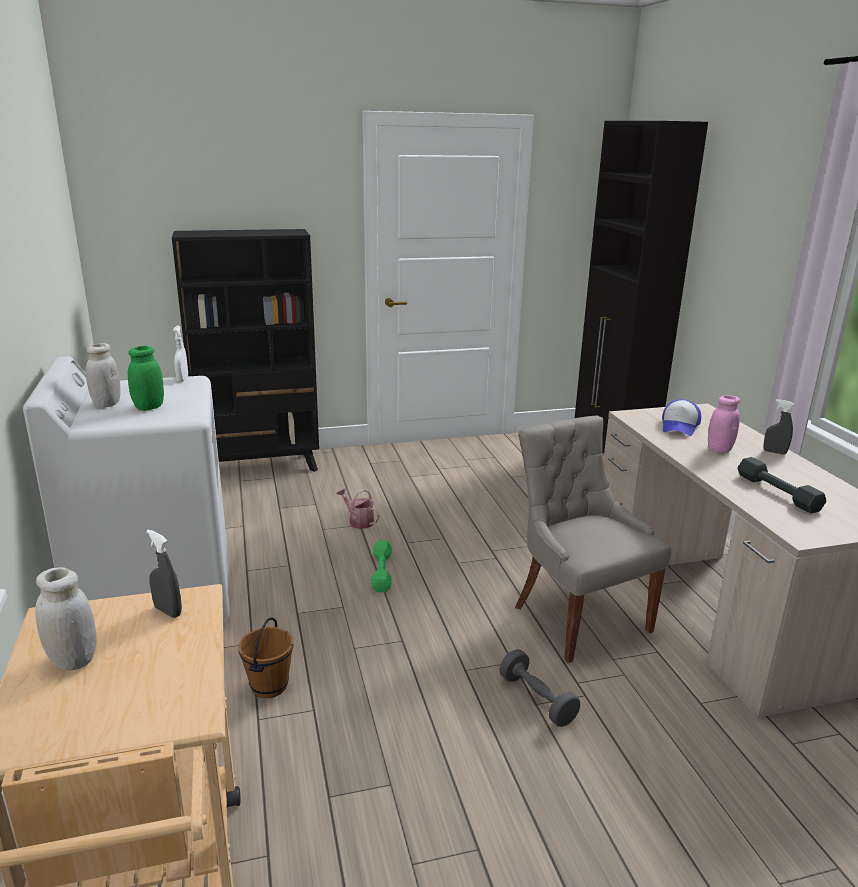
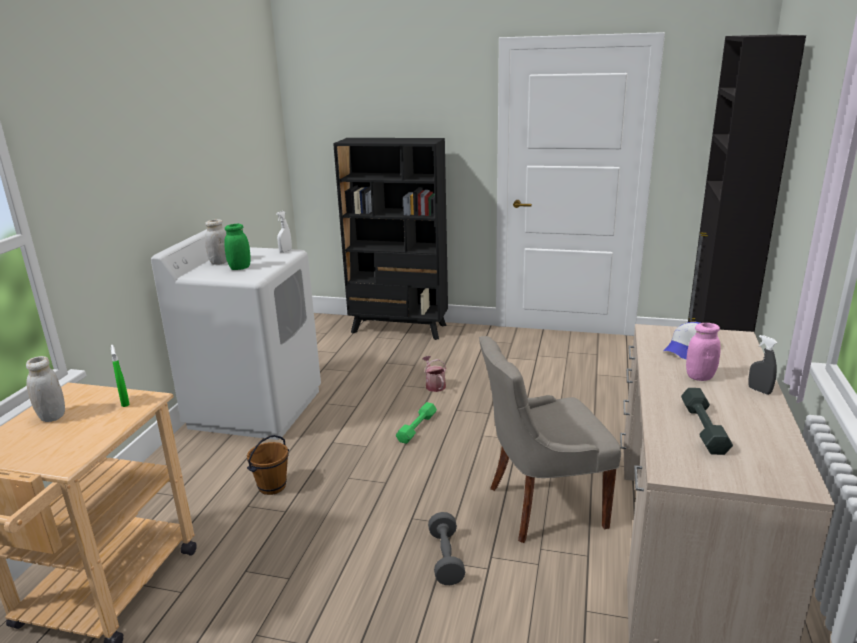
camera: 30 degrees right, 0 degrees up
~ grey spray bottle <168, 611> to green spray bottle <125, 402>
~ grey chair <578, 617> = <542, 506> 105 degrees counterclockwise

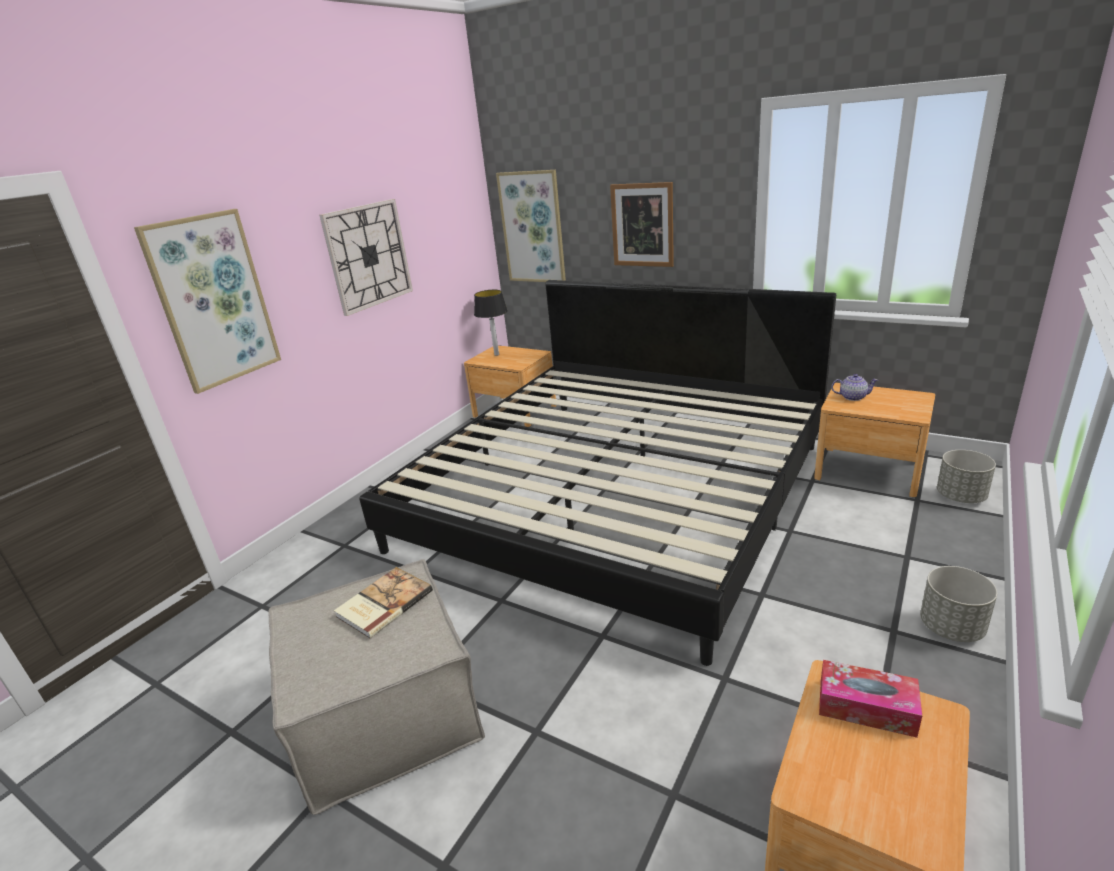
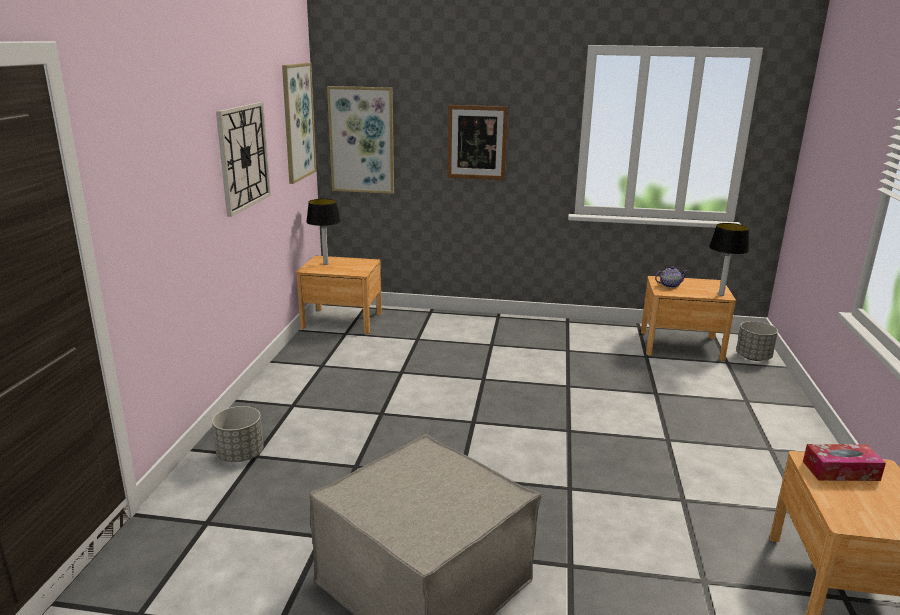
camera: 25 degrees left, 5 degrees down
- book <383, 603>
- bed <614, 495>
+ table lamp <720, 294>
~ picture <213, 300> to <297, 122>
~ grey planter <951, 627> to <240, 455>

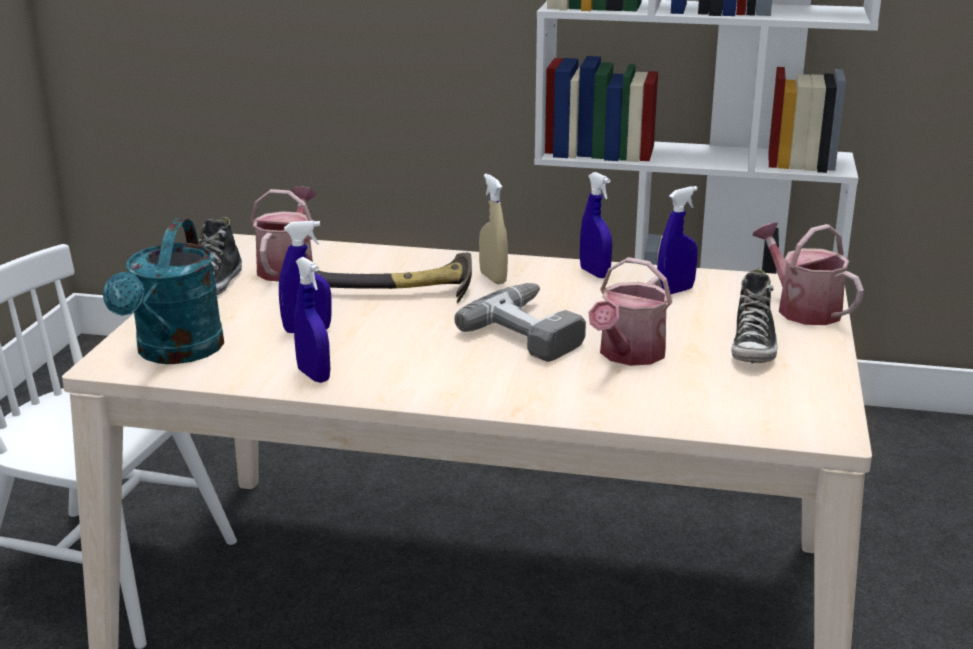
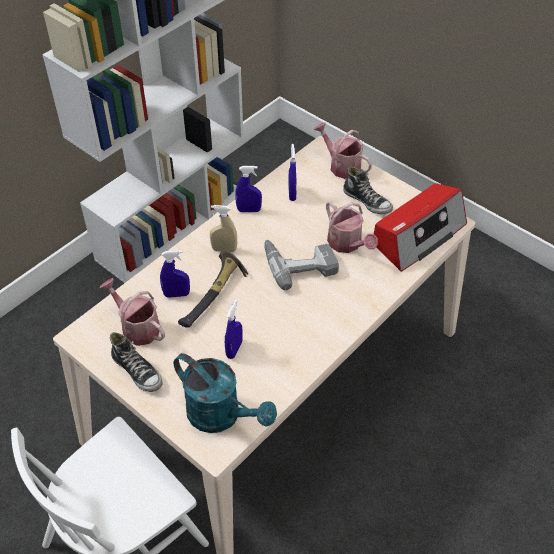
camera: 60 degrees left, 25 degrees up
+ radio <418, 235>
~ blue spray bottle <313, 375> to <176, 294>
~ watering can <802, 309> = <341, 165> 45 degrees clockwise

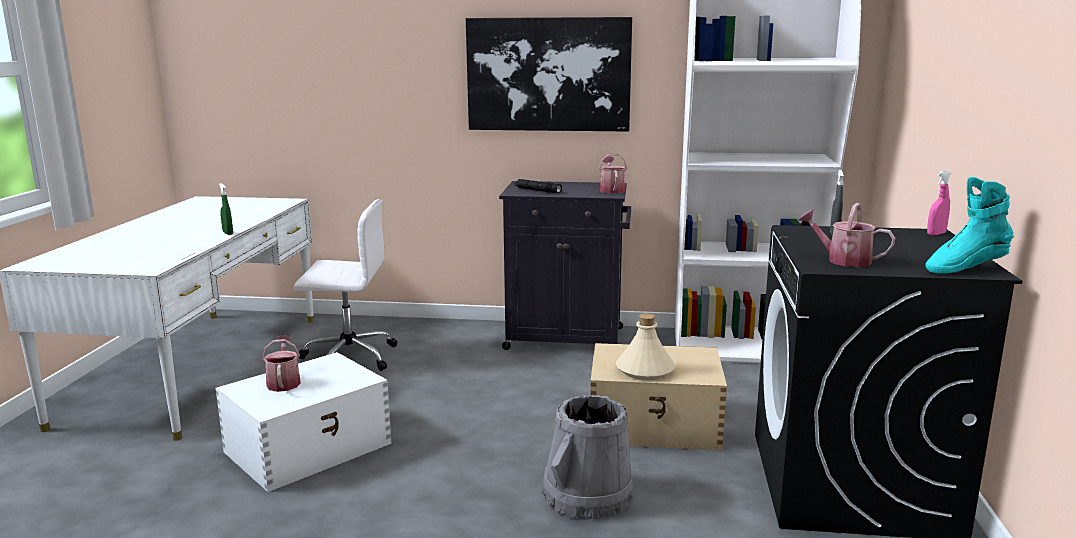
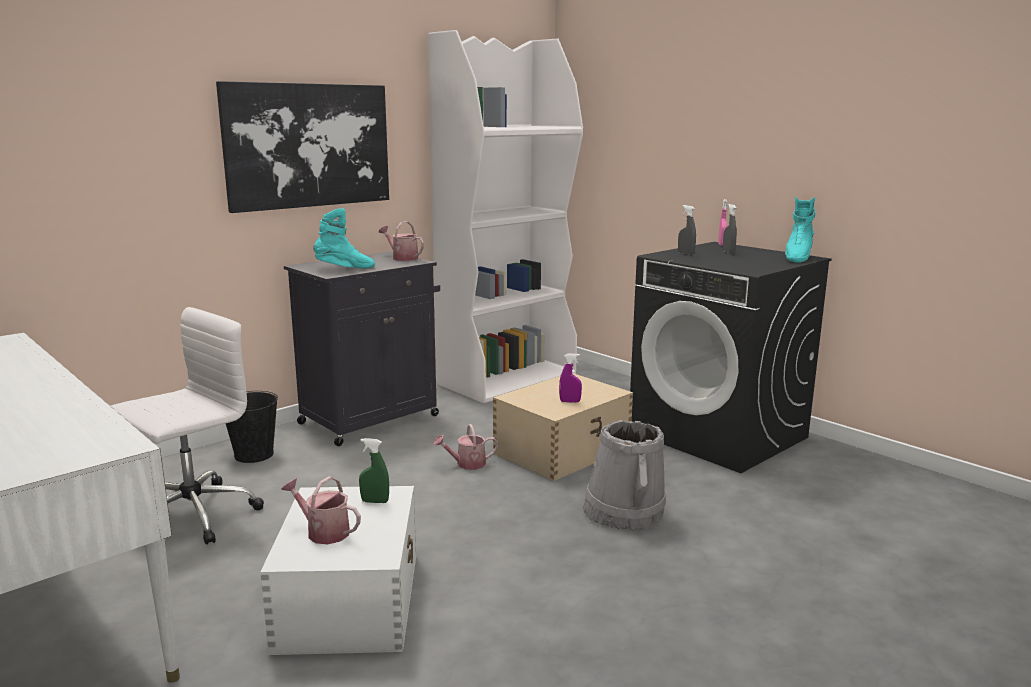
camera: 50 degrees left, 0 degrees up
+ black bucket <254, 455>
+ grey spray bottle <728, 252>
~ green spray bottle <228, 233> to <375, 501>
~ watering can <842, 260> to <467, 464>
~ black flashlight <538, 190> to turquoise boot <345, 269>
~ beige bottle <645, 370> to purple spray bottle <570, 401>

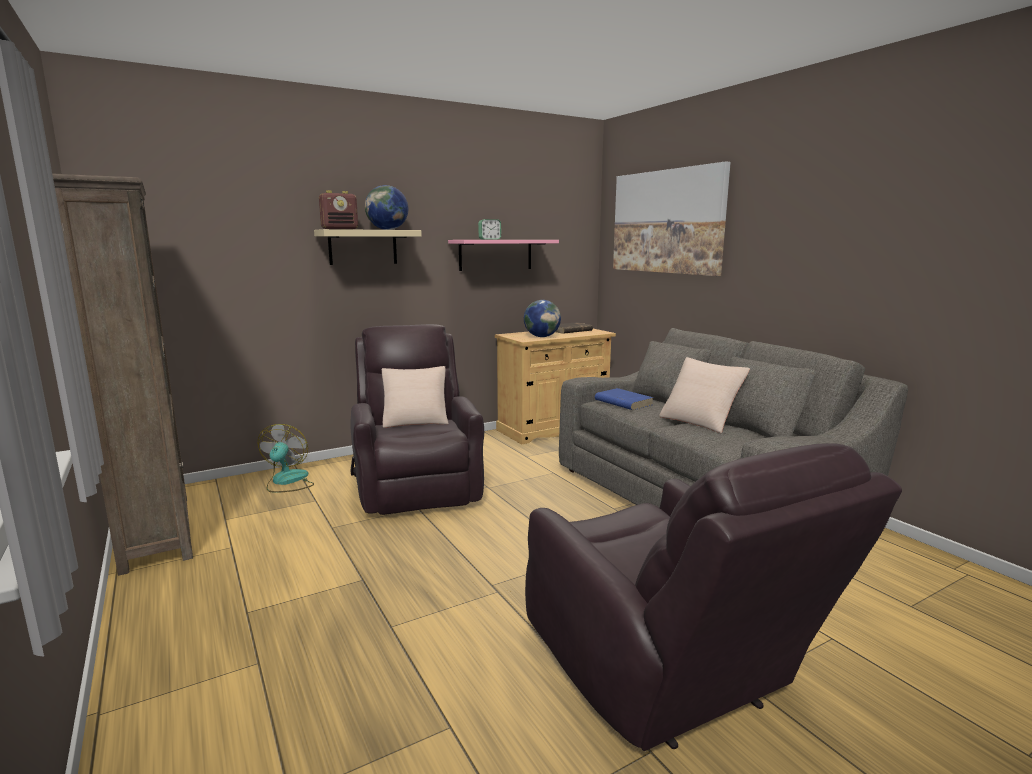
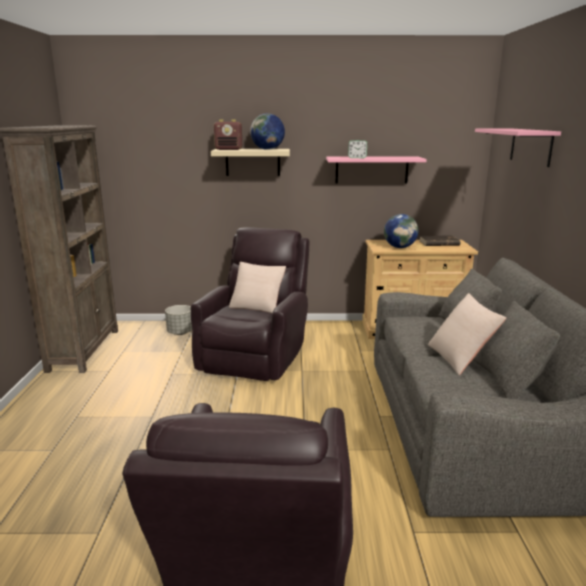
camera: 30 degrees right, 5 degrees up
- blue book <623, 402>
~ fan <287, 482> to grey planter <180, 332>
~ picture <667, 222> to pink shelf <530, 146>

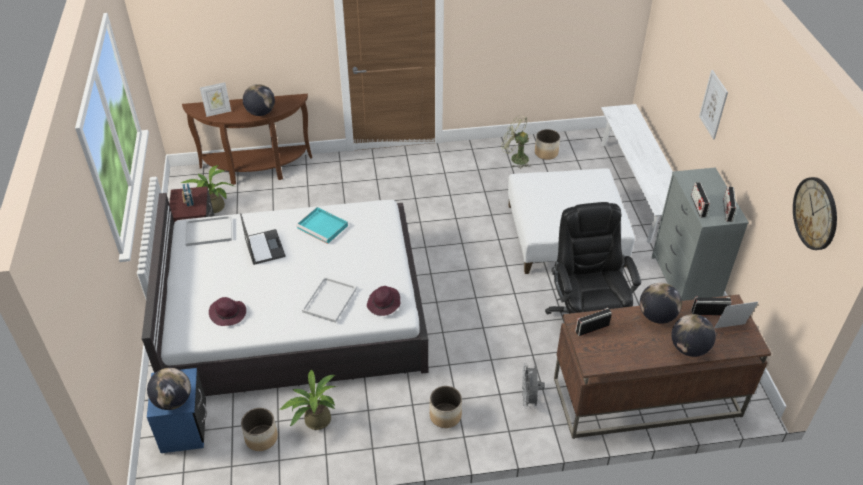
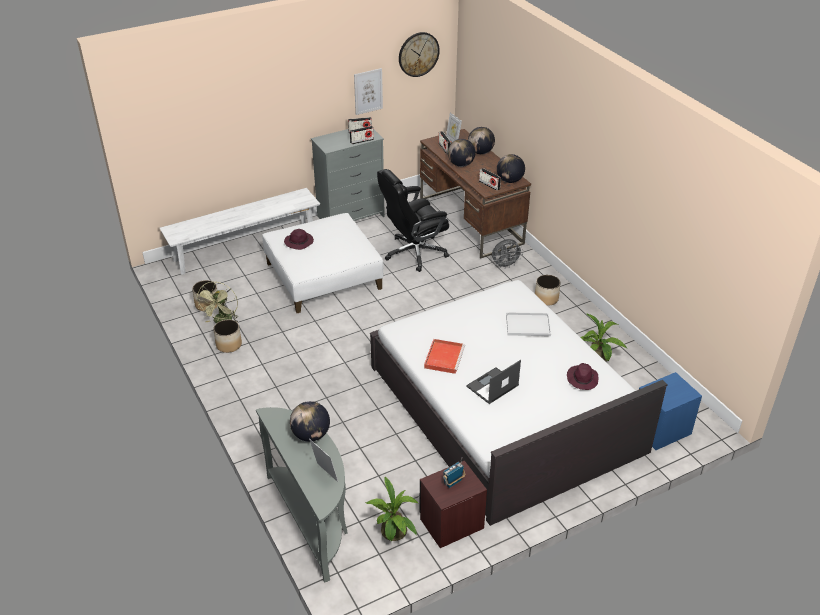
camera: 110 degrees left, 5 degrees down
- white tray <208, 232>
~ globe <173, 401> to <509, 180>
~ planter <261, 438> to <229, 345>
~ purple hat <384, 303> to <299, 242>
~ picture <713, 104> to <368, 91>
~ brown console table <256, 170> to grey console table <313, 520>
~ turquoise tray <323, 227> to red tray <444, 357>

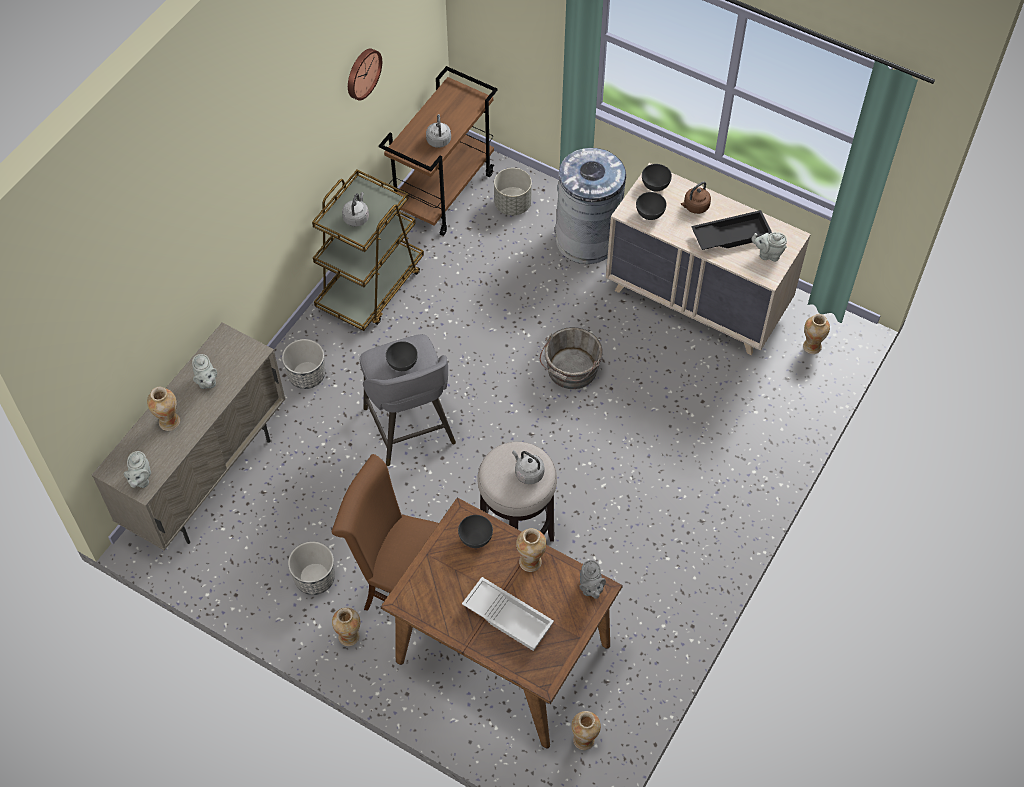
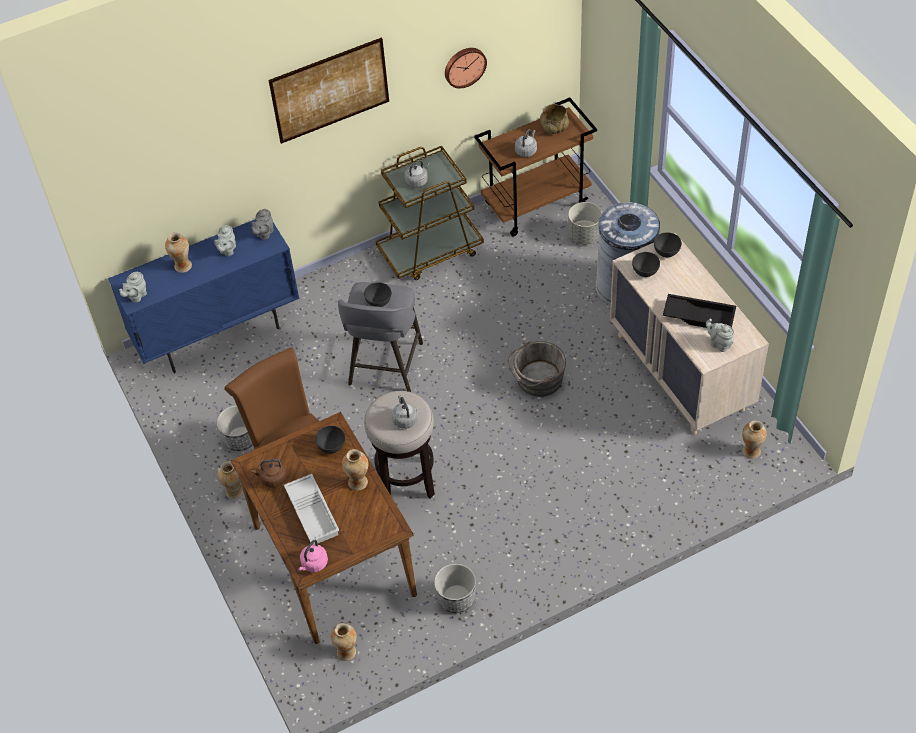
camera: 35 degrees right, 5 degrees down
+ picture <330, 90>
+ pink kettle <313, 564>
+ beige bowl <554, 127>
~ planter <307, 375> to <456, 599>
~ grey teapot <590, 588> to <264, 234>
~ brown kettle <695, 207> to <272, 479>
~ beige cabinet <208, 478> to blue cabinet <218, 334>

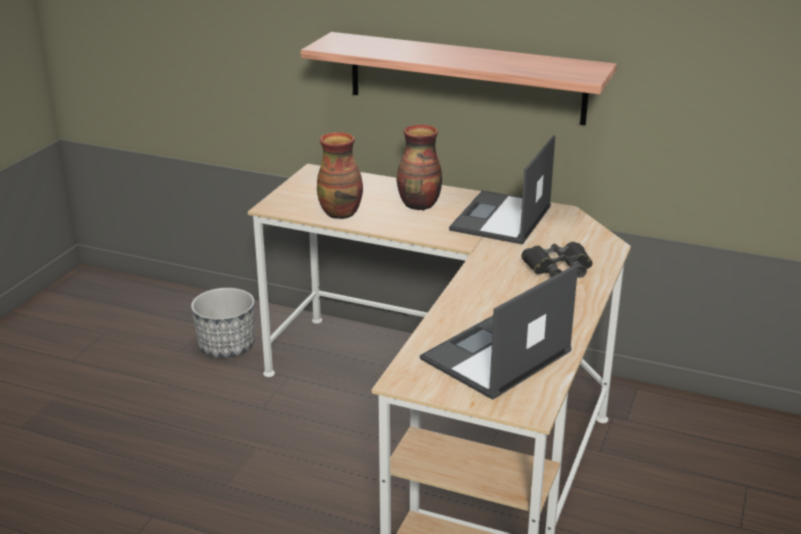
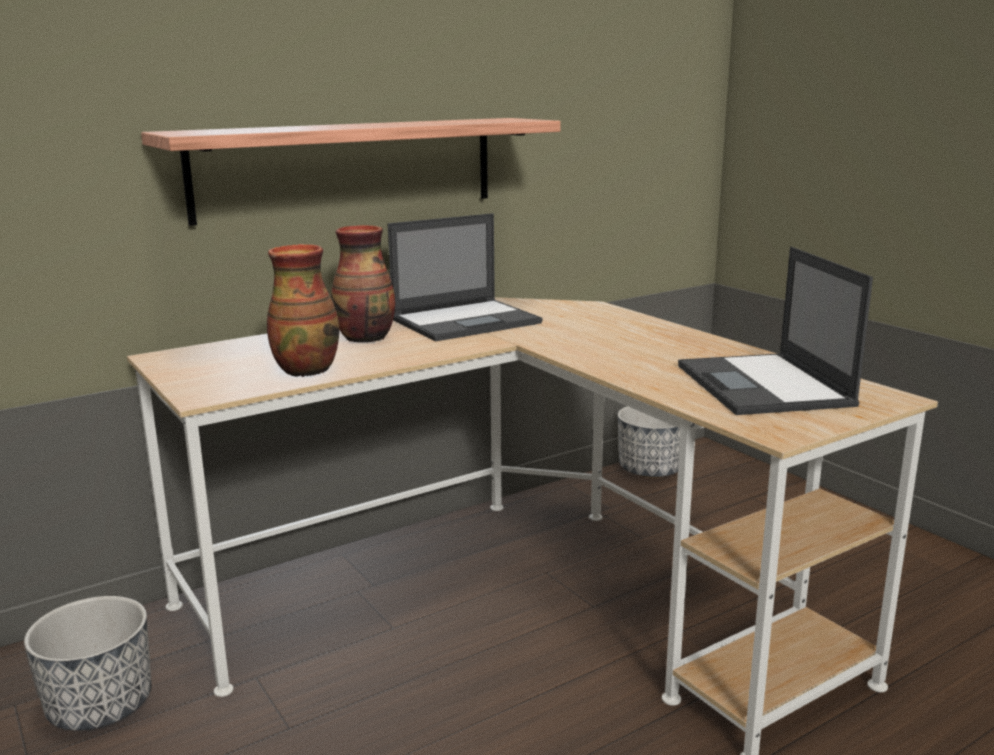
camera: 55 degrees left, 10 degrees down
- black binoculars <558, 267>
+ planter <651, 469>
~ laptop <501, 219> = <467, 321> 90 degrees counterclockwise

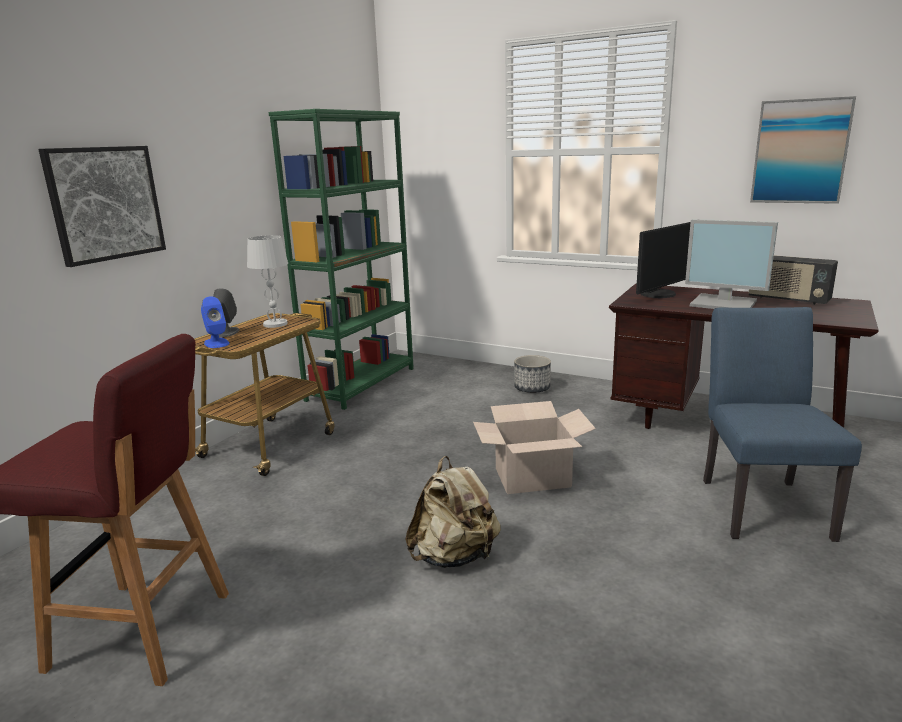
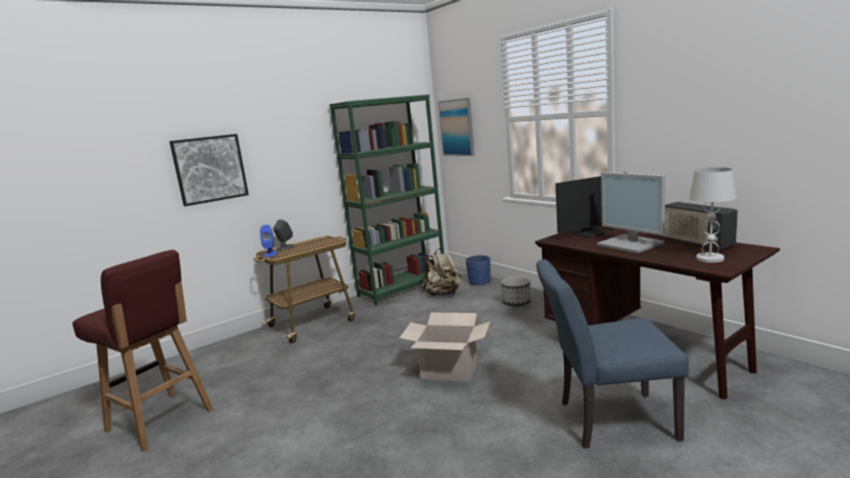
camera: 25 degrees right, 5 degrees down
+ blue planter <479, 282>
~ white table lamp <275, 324> to <710, 258>
~ beige backpack <454, 556> to <443, 294>
~ picture <800, 152> to <457, 127>
~ blue chair <760, 503> = <607, 420> 120 degrees counterclockwise

